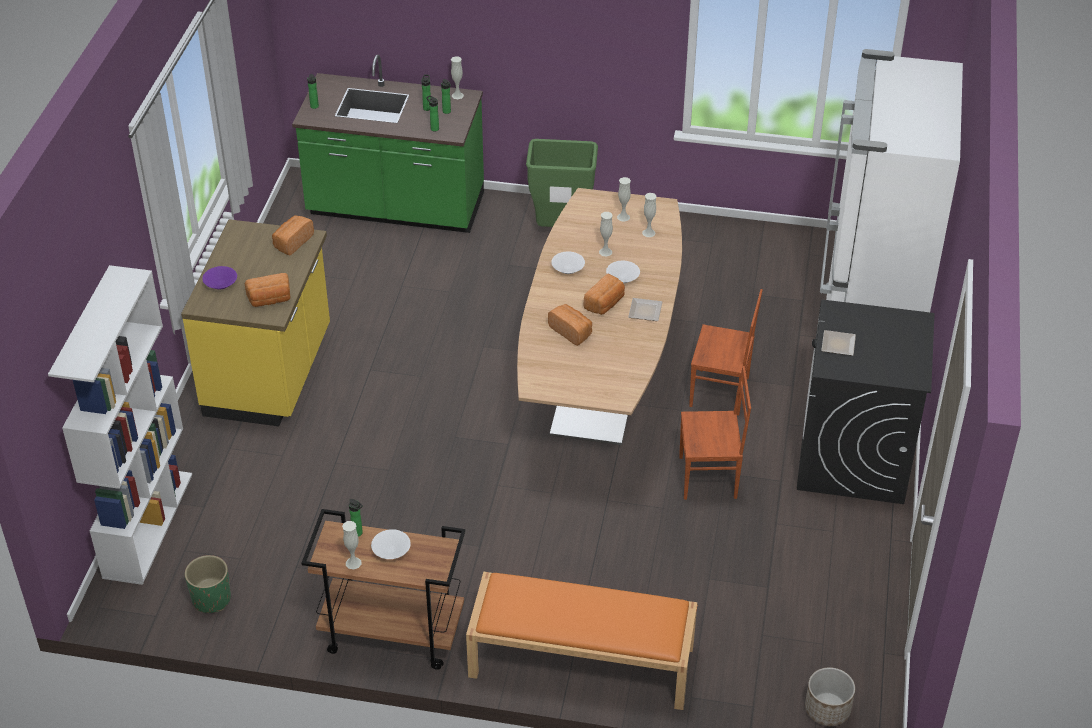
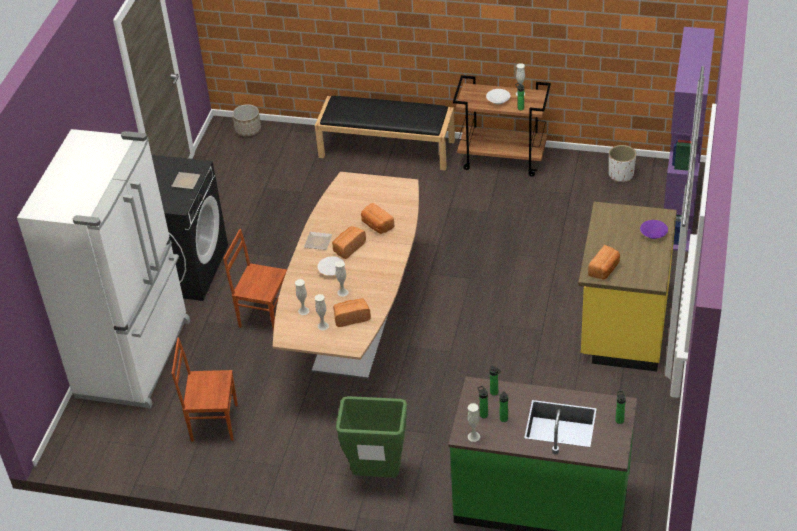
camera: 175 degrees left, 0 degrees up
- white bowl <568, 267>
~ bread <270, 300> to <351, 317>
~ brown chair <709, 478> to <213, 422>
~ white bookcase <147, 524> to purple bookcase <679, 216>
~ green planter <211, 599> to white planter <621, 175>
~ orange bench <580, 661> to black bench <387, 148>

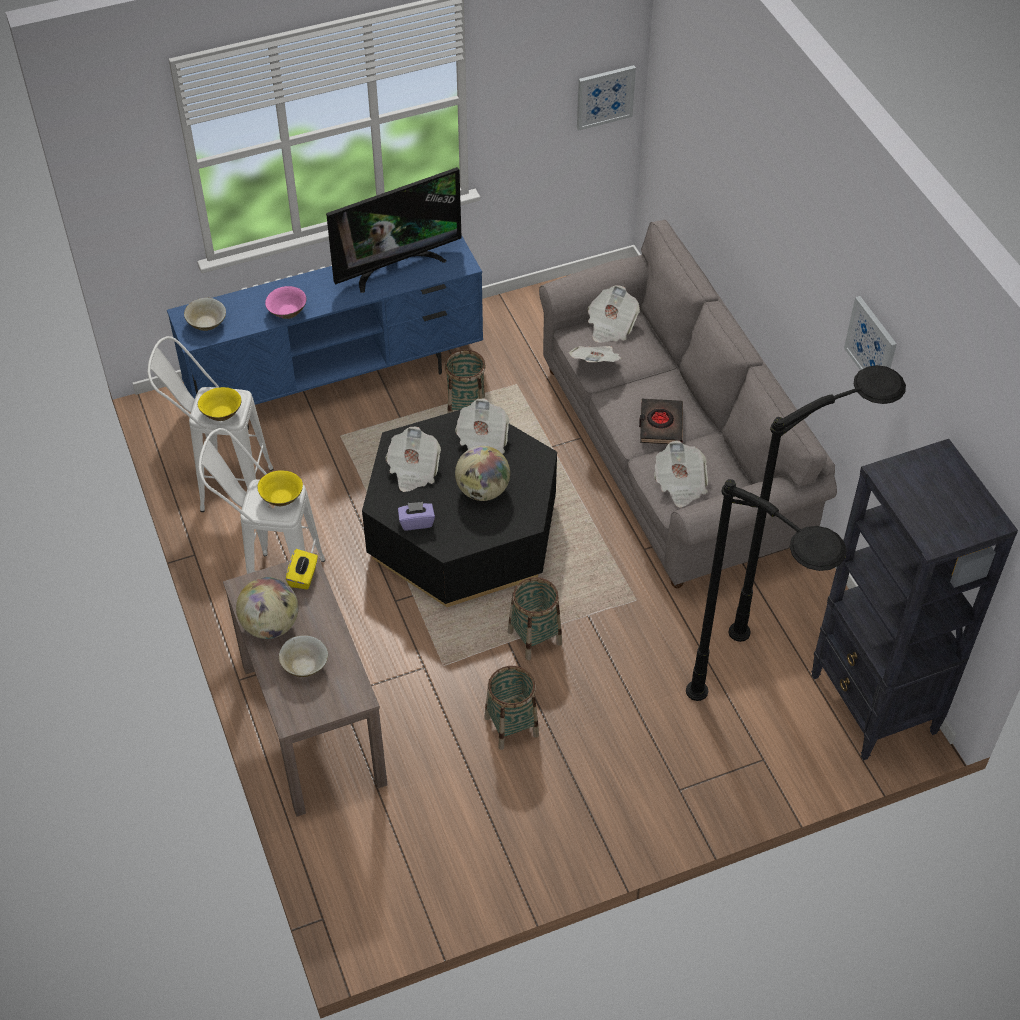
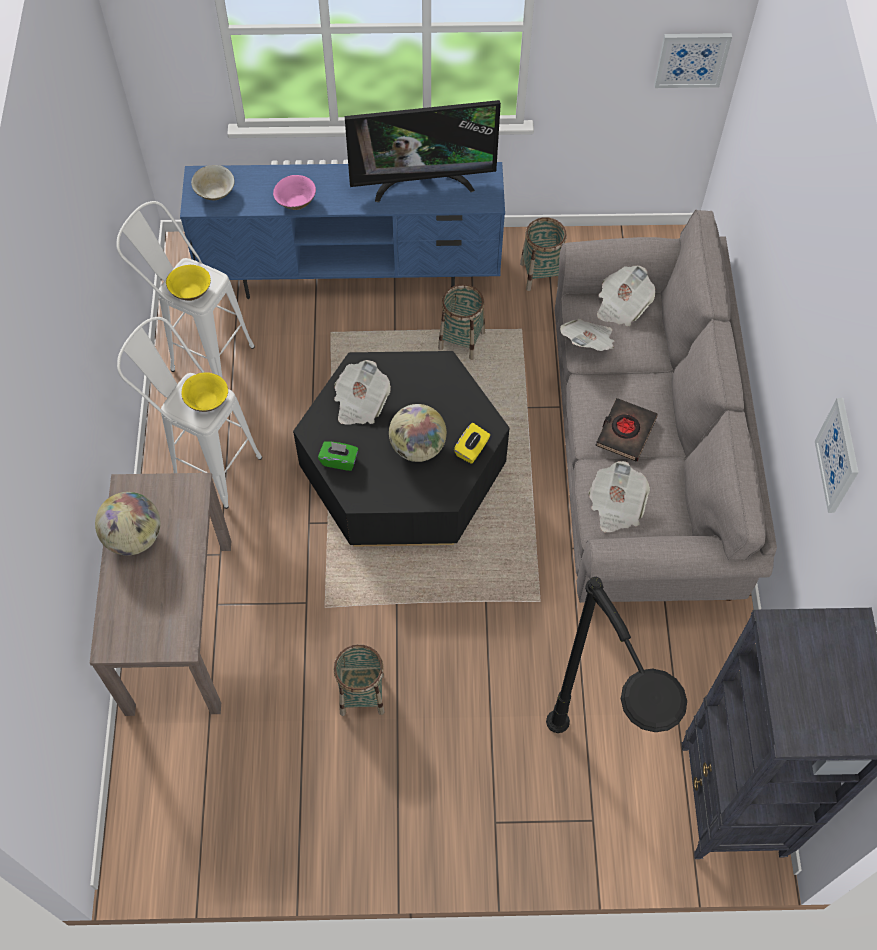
camera: 20 degrees right, 10 degrees up
- beige bowl <305, 665>
- newspaper <482, 441>
- black floor lamp <800, 612>
~ yellow tissue box <303, 577> to <472, 450>
~ basket <534, 637> to <541, 274>
~ purple tissue box <416, 522> to green tissue box <339, 460>

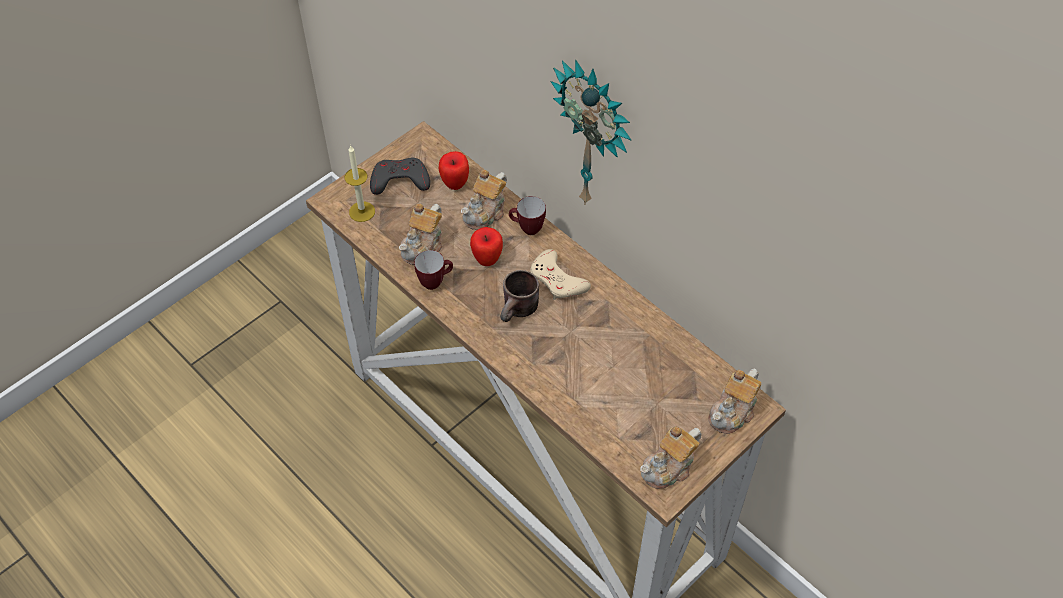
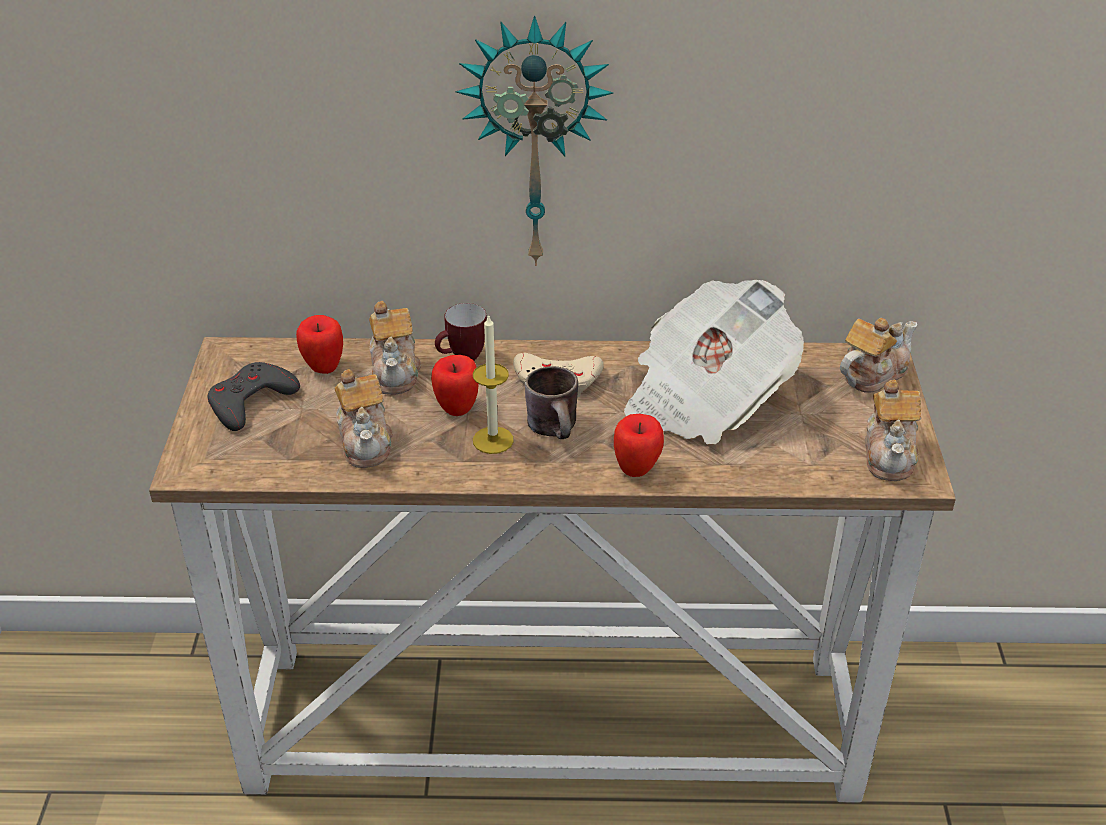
camera: 45 degrees left, 15 degrees down
- mug <435, 281>
+ apple <637, 470>
+ newspaper <705, 397>
~ candle <362, 211> to <493, 440>
~ teapot <733, 412> = <872, 374> 120 degrees counterclockwise

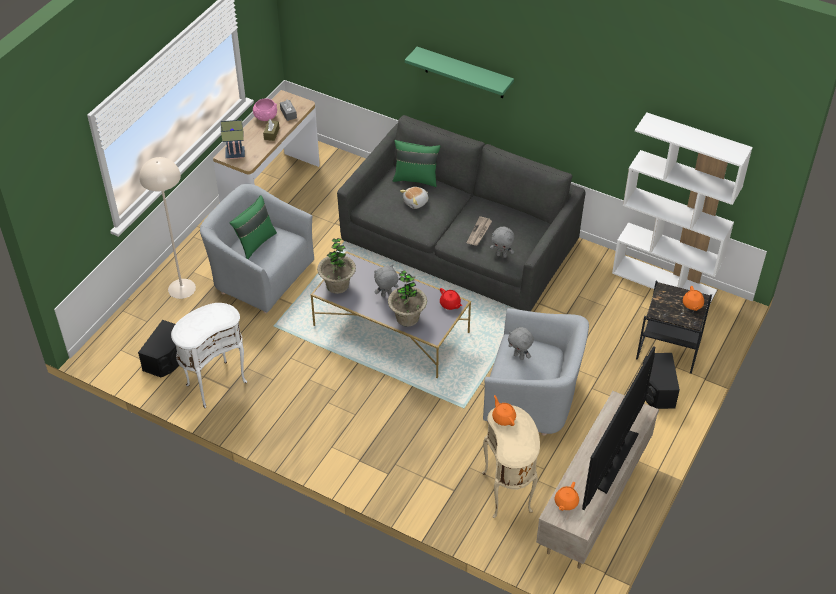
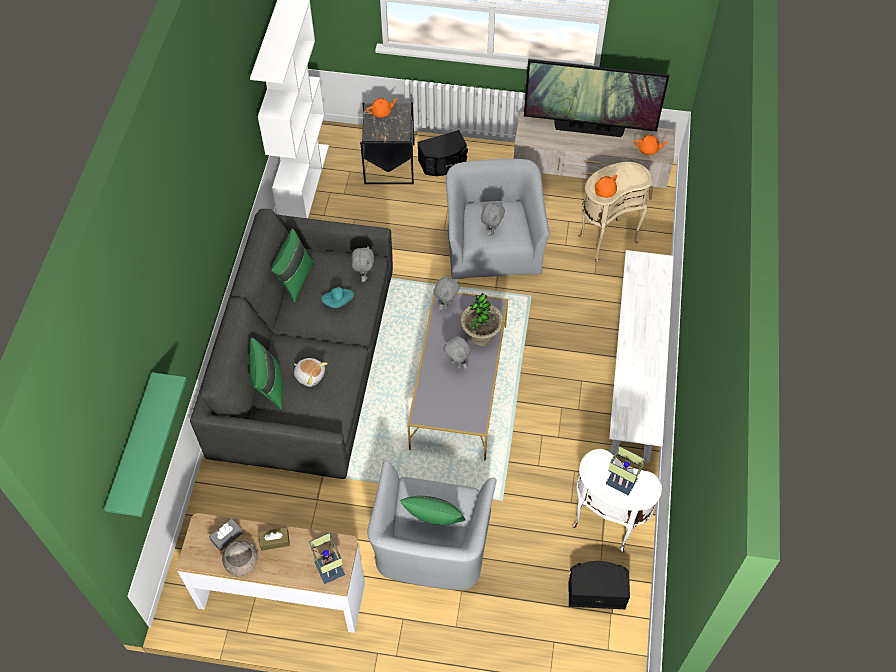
camera: 110 degrees left, 10 degrees up
- beige floor lamp <182, 288>
- potted plant <337, 285>
+ green pillow <295, 280>
+ table lamp <619, 483>
+ white bench <635, 372>
~ green shelf <464, 73> to <133, 447>
~ red teapot <450, 304> to grey plush toy <446, 304>
~ newspaper <479, 232> to turquoise hat <338, 302>
~ pink bowl <265, 117> to grey bowl <242, 563>

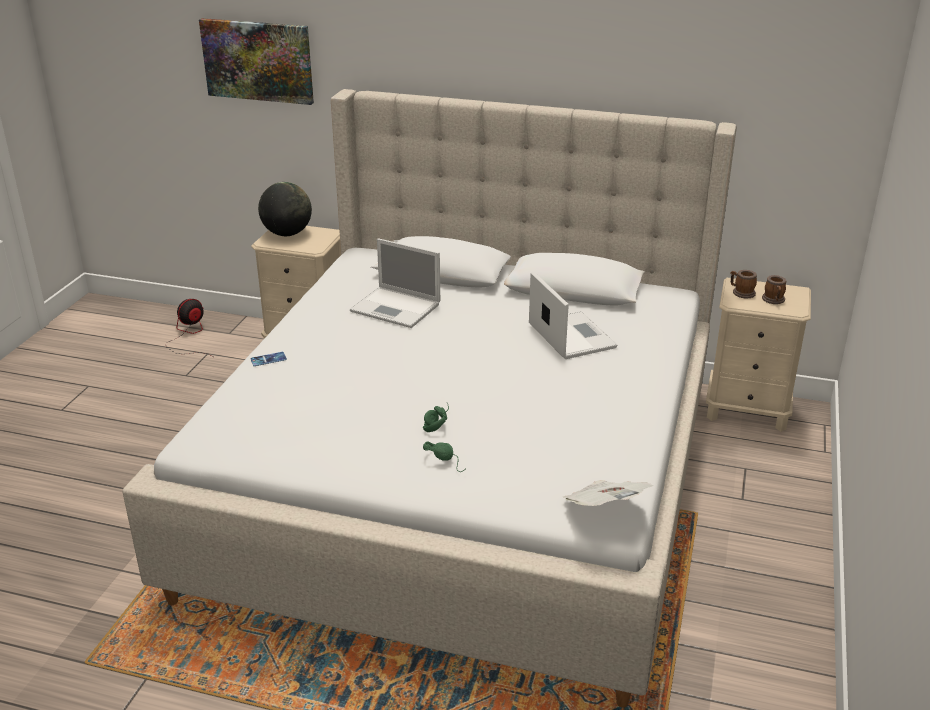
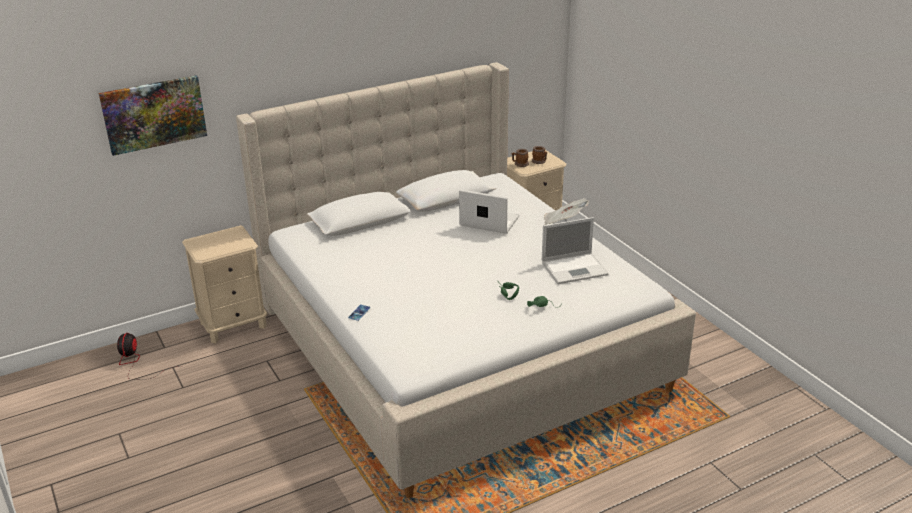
camera: 45 degrees left, 0 degrees up
- globe <287, 234>
~ laptop <397, 308> to <575, 268>
~ newspaper <605, 510> to <563, 222>

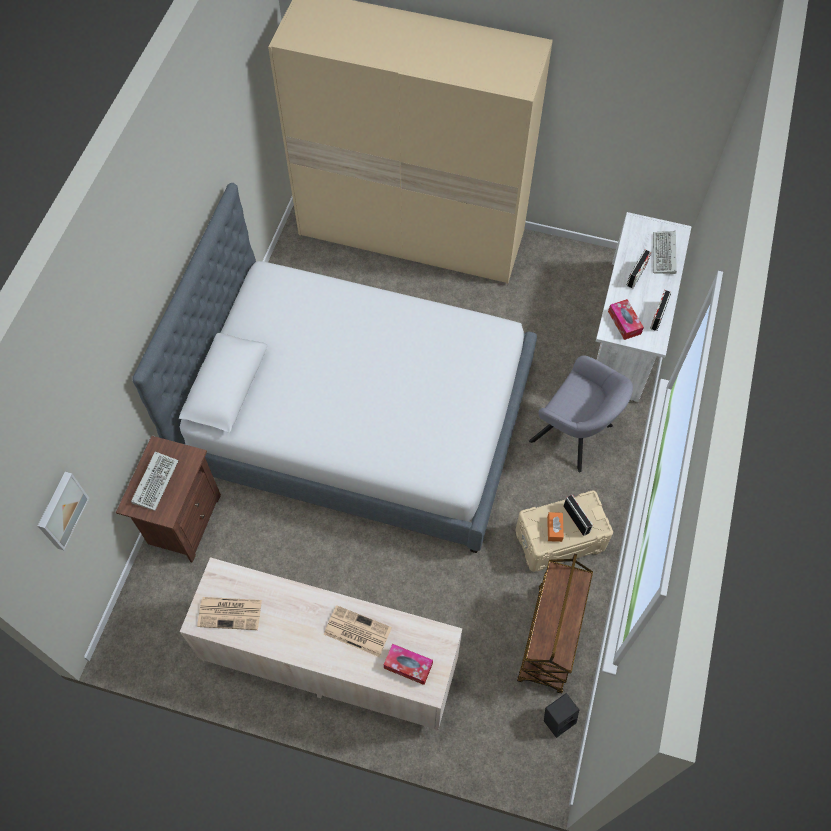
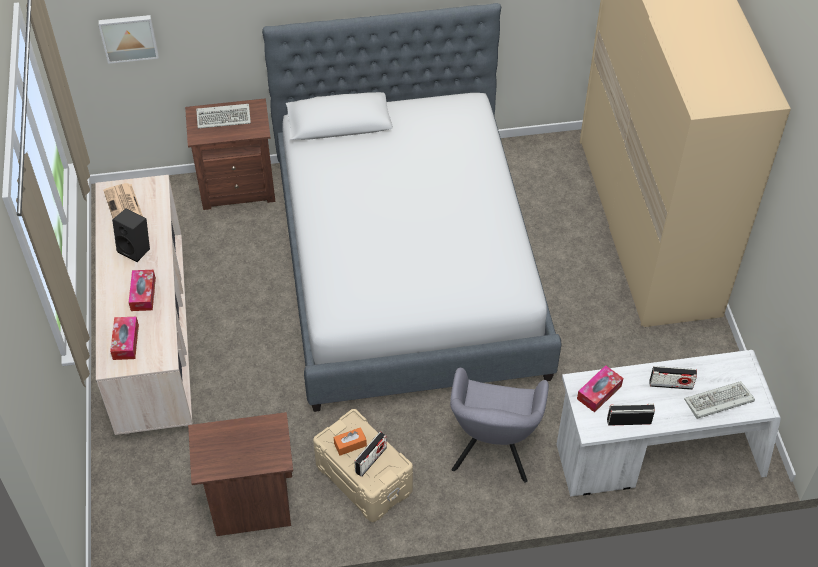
camera: 65 degrees right, 10 degrees down
~ black speaker <558, 719> to <136, 249>
~ newspaper <356, 631> to tissue box <143, 294>
~ brown cart <550, 639> to brown nightstand <250, 506>

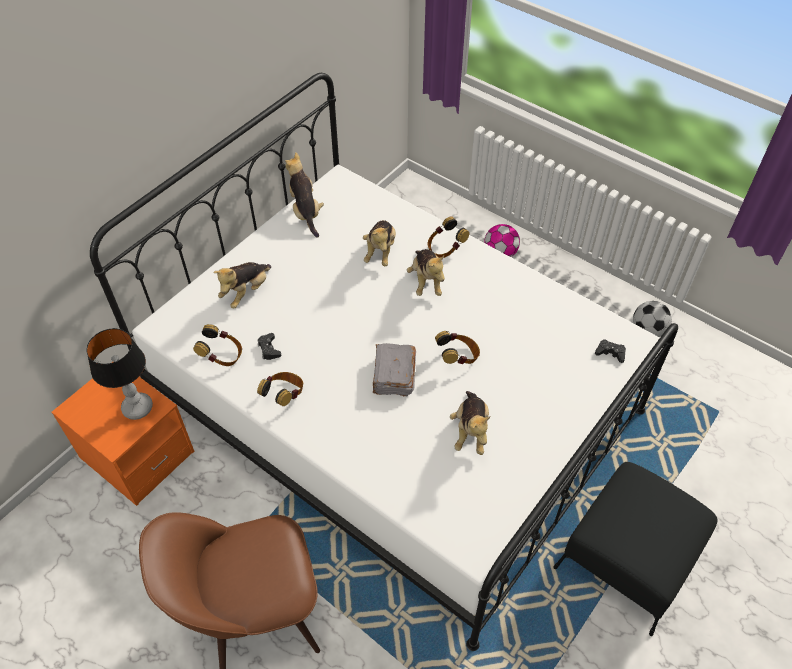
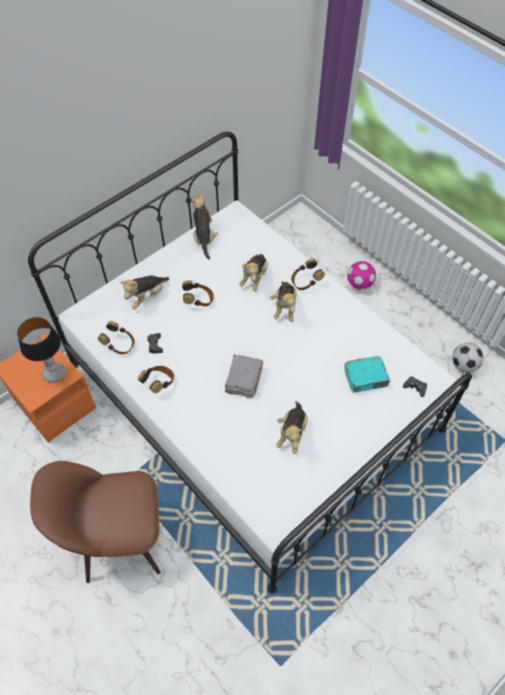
camera: 10 degrees right, 5 degrees up
- black ottoman <629, 558>
+ turquoise book <366, 378>
~ headphones <458, 357> to <199, 301>

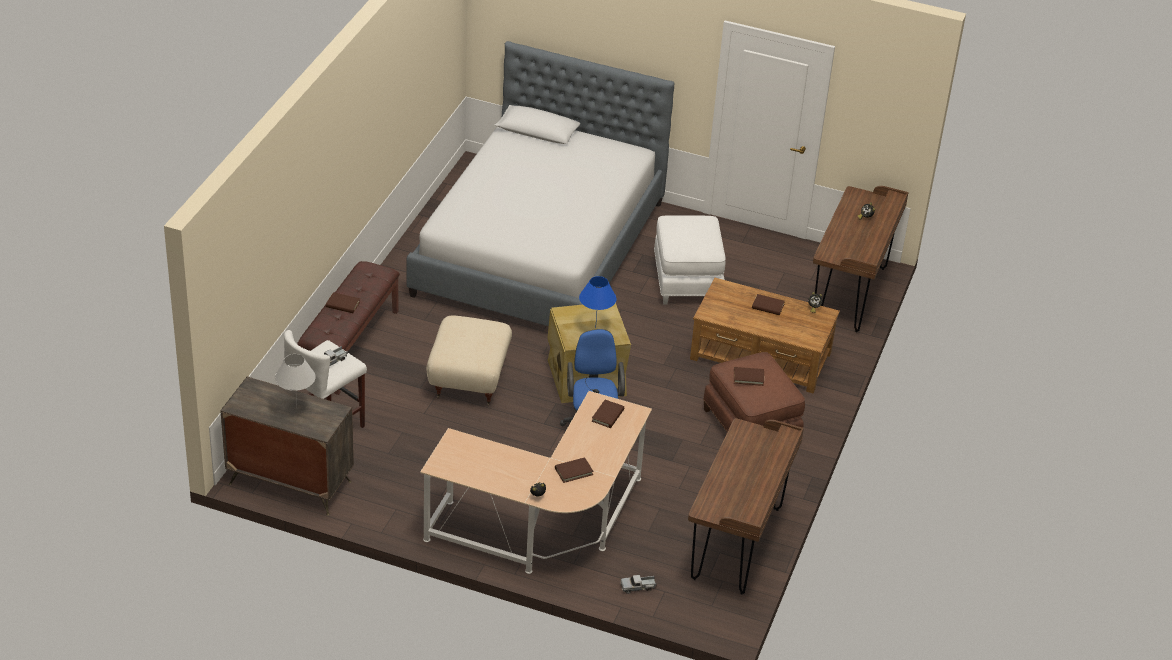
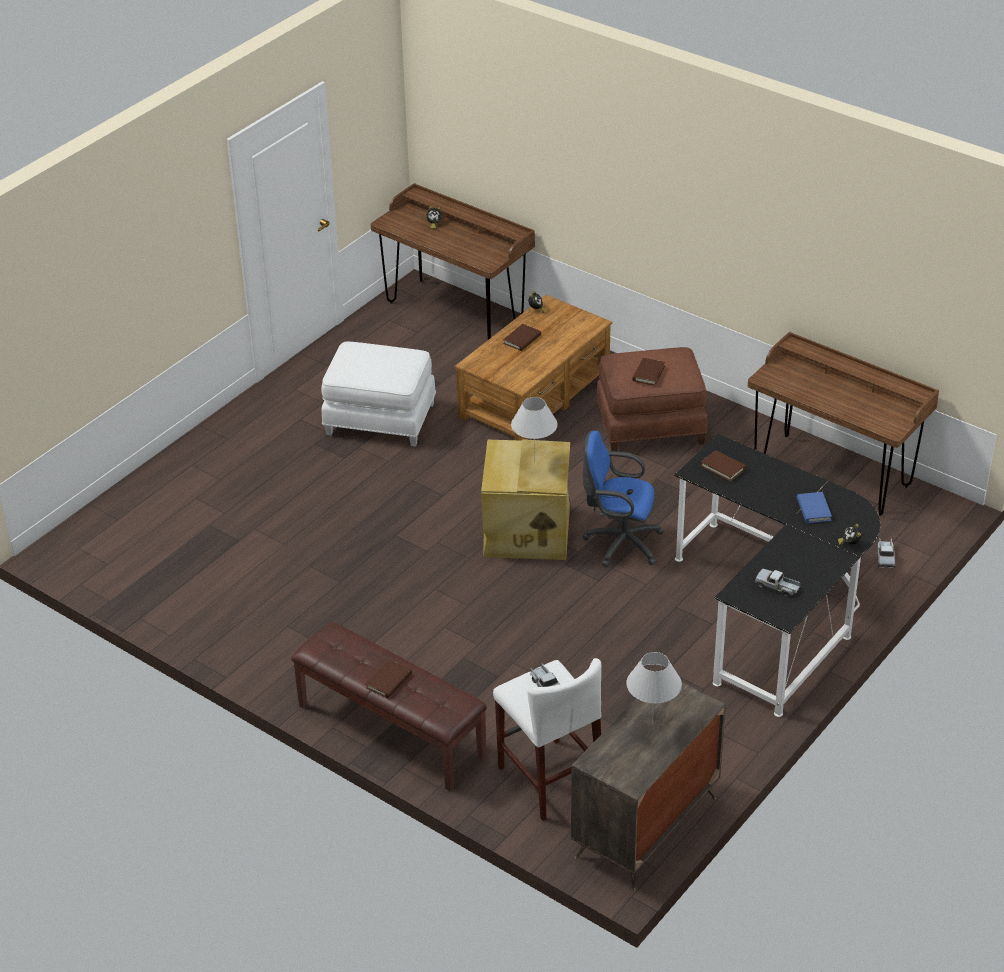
camera: 70 degrees left, 0 degrees up
- bed <539, 248>
- beige ottoman <468, 378>
+ toy truck <777, 587>
~ beige desk <545, 526> to black desk <775, 610>
~ brown book <573, 471> to blue book <813, 509>
~ blue table lamp <595, 328> to white table lamp <534, 462>

